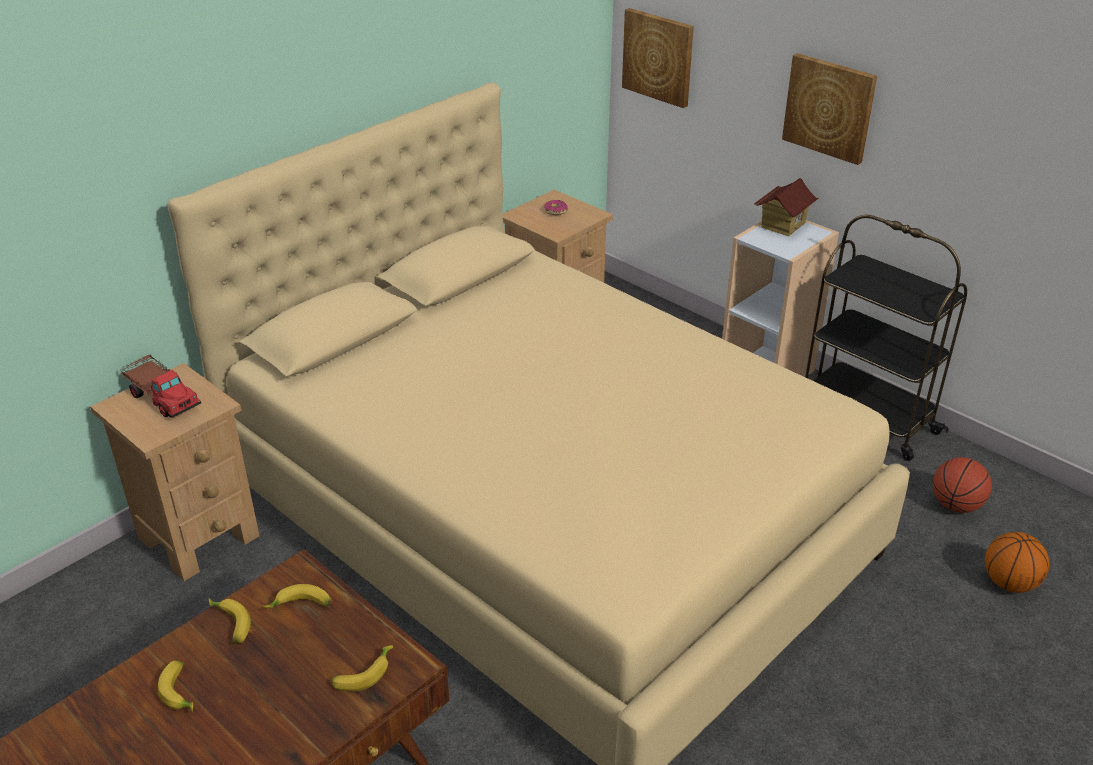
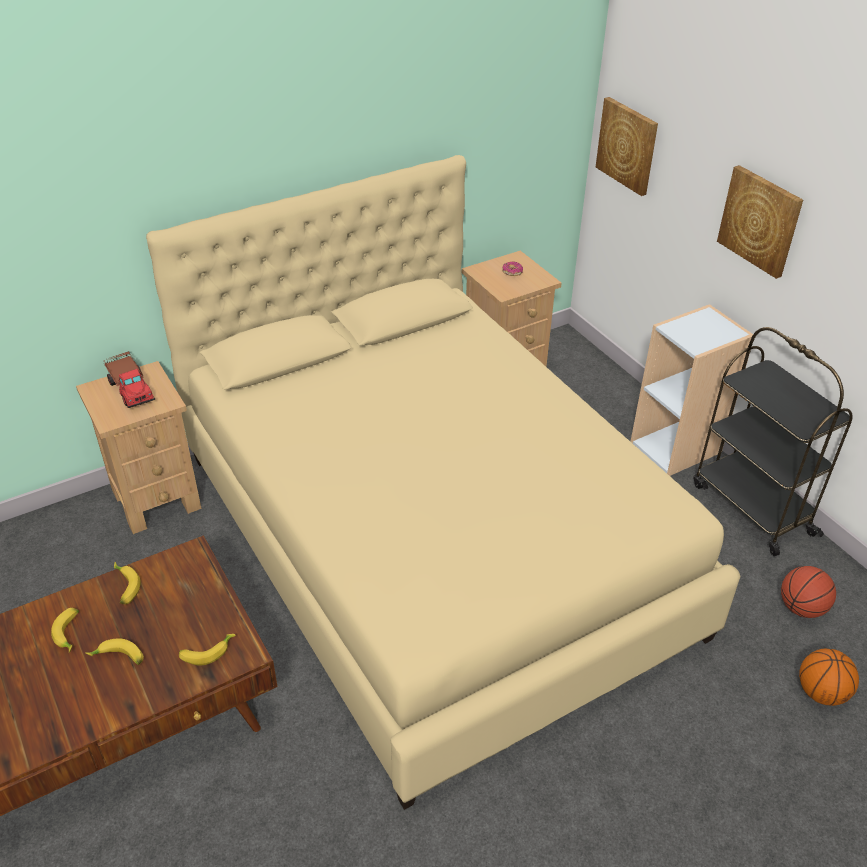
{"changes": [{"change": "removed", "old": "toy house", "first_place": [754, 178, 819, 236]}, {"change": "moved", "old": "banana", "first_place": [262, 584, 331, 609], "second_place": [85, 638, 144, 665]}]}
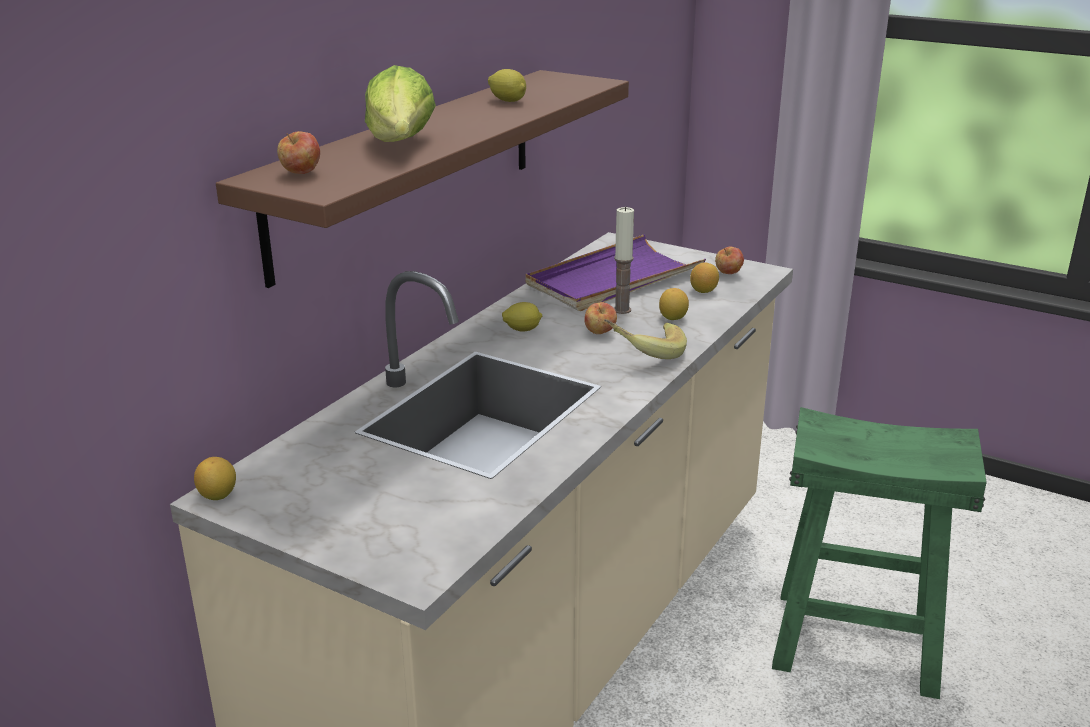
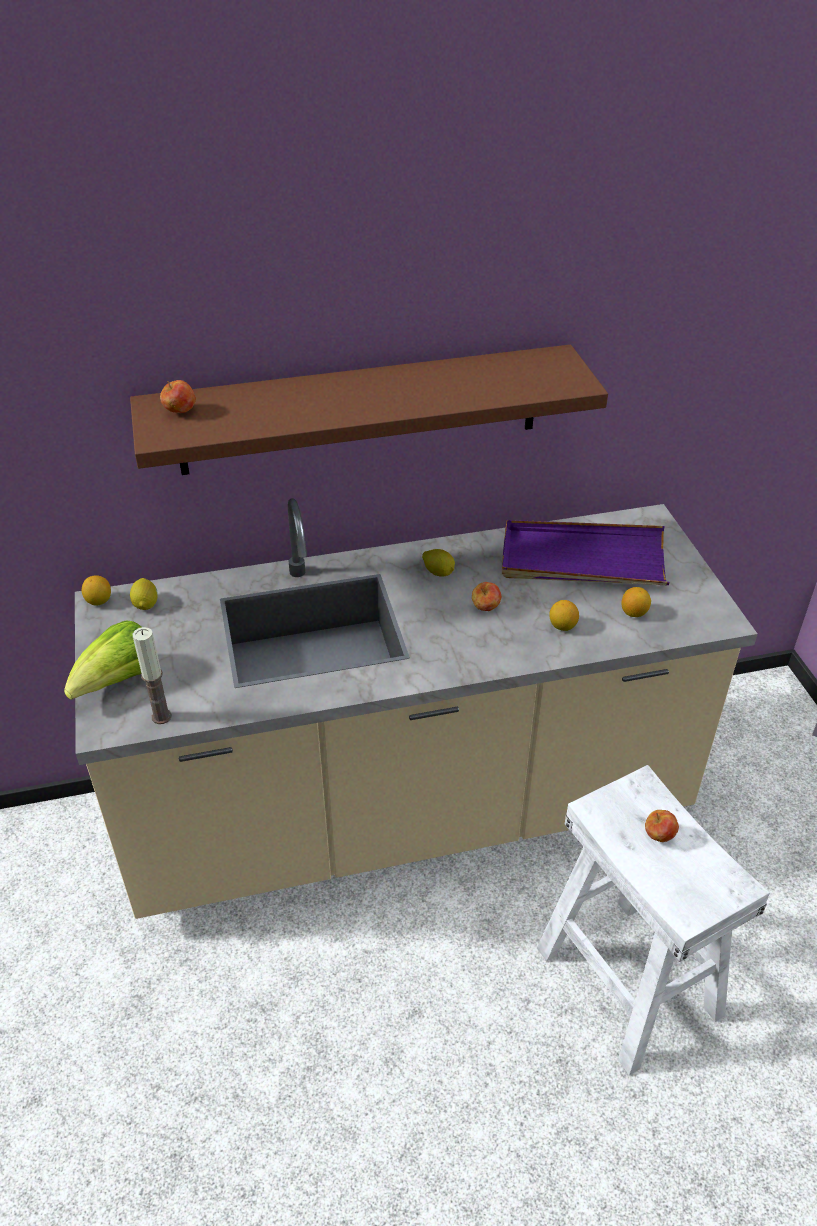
{"changes": [{"change": "removed", "old": "banana", "first_place": [604, 319, 687, 359]}, {"change": "moved", "old": "lettuce", "first_place": [365, 65, 436, 142], "second_place": [64, 621, 141, 700]}, {"change": "moved", "old": "lemon", "first_place": [488, 69, 526, 102], "second_place": [130, 578, 158, 610]}, {"change": "moved", "old": "candle", "first_place": [614, 206, 634, 314], "second_place": [133, 627, 172, 724]}, {"change": "moved", "old": "apple", "first_place": [715, 247, 744, 274], "second_place": [645, 810, 679, 842]}, {"change": "recoloured", "old": "green stool", "new": "white stool", "first_place": [772, 407, 987, 699], "second_place": [537, 765, 770, 1076]}]}
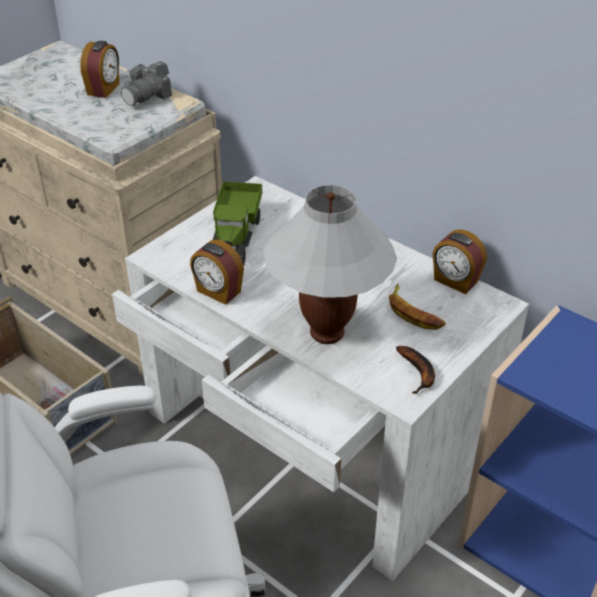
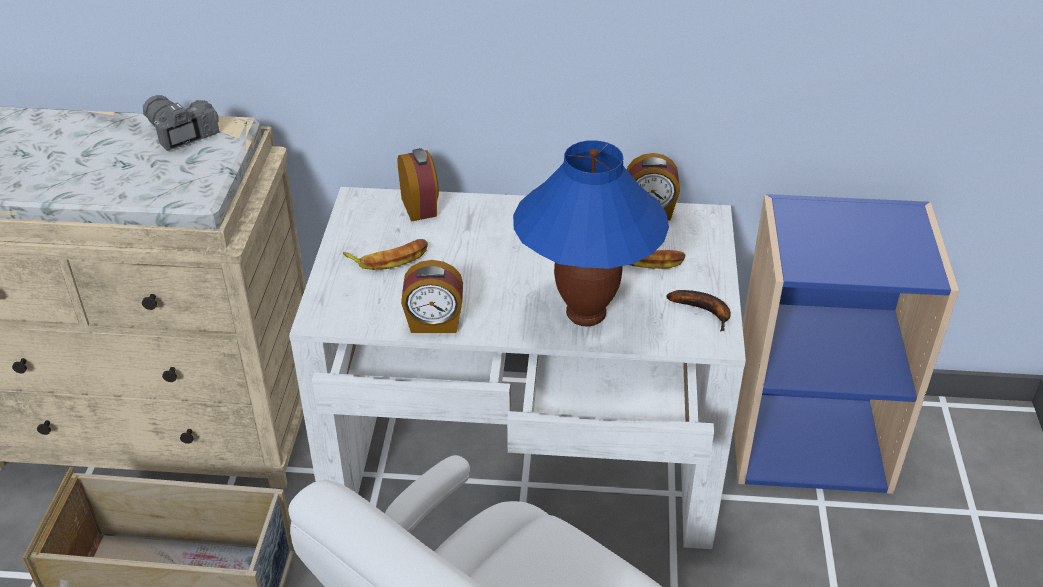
{"changes": [{"change": "moved", "old": "alarm clock", "first_place": [80, 41, 120, 98], "second_place": [398, 148, 439, 222]}, {"change": "replaced", "old": "toy truck", "new": "banana", "first_place": [213, 181, 262, 266], "second_place": [343, 239, 428, 270]}, {"change": "recoloured", "old": "white table lamp", "new": "blue table lamp", "first_place": [263, 185, 397, 344], "second_place": [513, 140, 669, 326]}, {"change": "turned", "old": "photo camera", "first_place": [121, 61, 172, 106], "second_place": [143, 95, 220, 151], "degrees": 135}]}
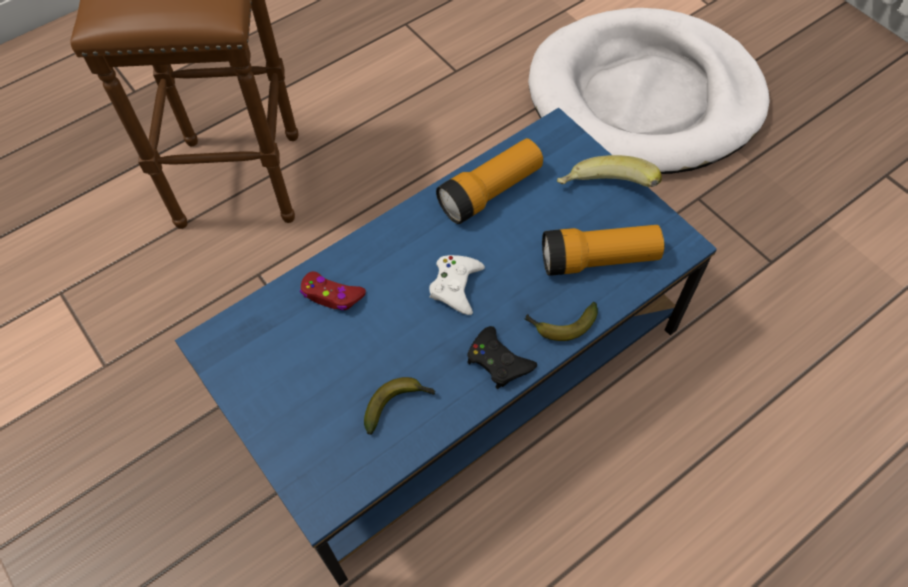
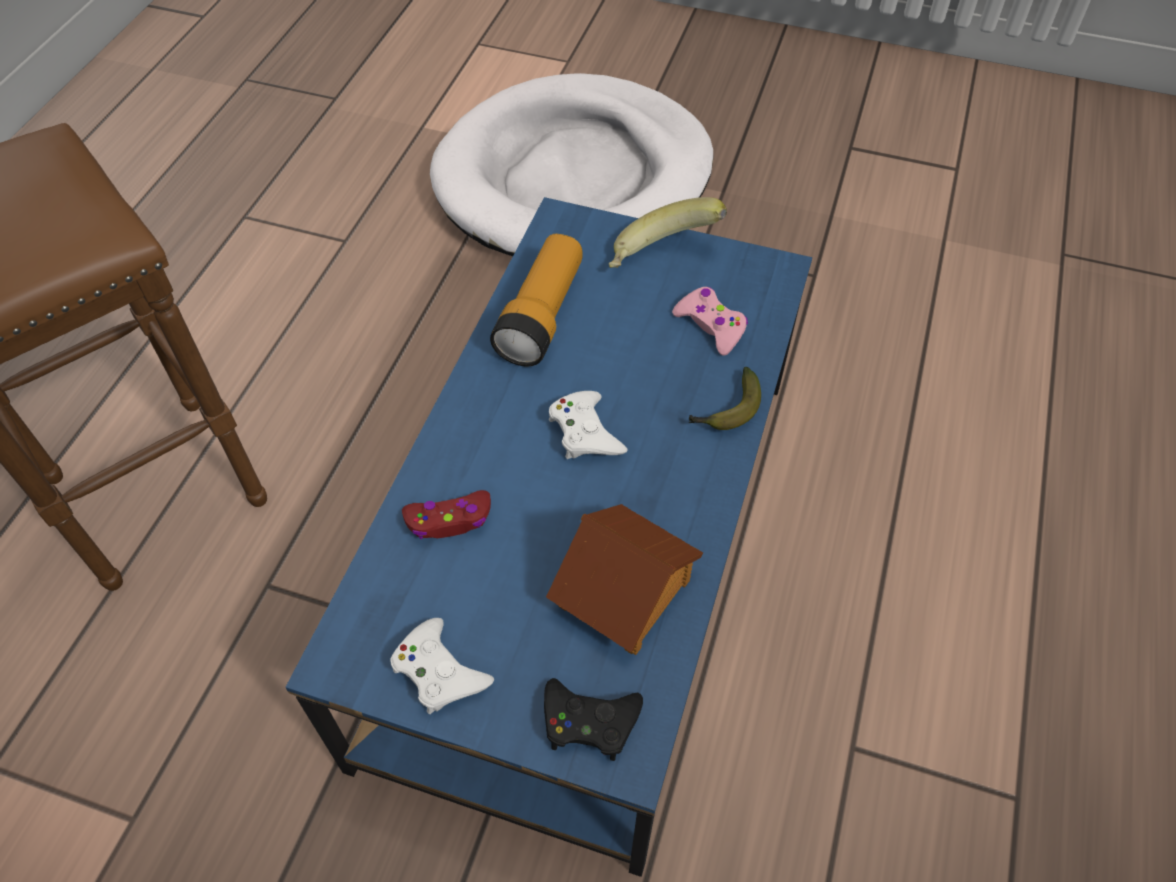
{"changes": [{"change": "added", "new": "white game controller", "second_place": [390, 618, 494, 714]}, {"change": "moved", "old": "black game controller", "first_place": [467, 326, 537, 389], "second_place": [544, 678, 643, 761]}, {"change": "replaced", "old": "banana", "new": "toy house", "first_place": [364, 377, 436, 435], "second_place": [546, 504, 703, 655]}, {"change": "replaced", "old": "flashlight", "new": "pink game controller", "first_place": [542, 225, 665, 276], "second_place": [672, 287, 748, 356]}]}
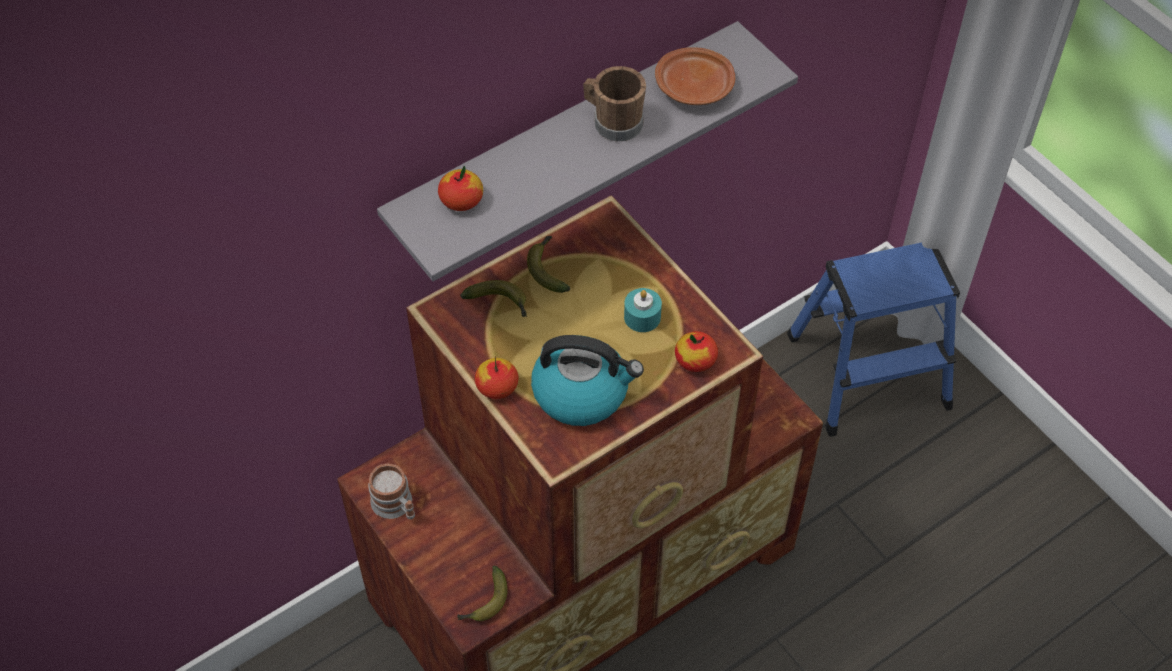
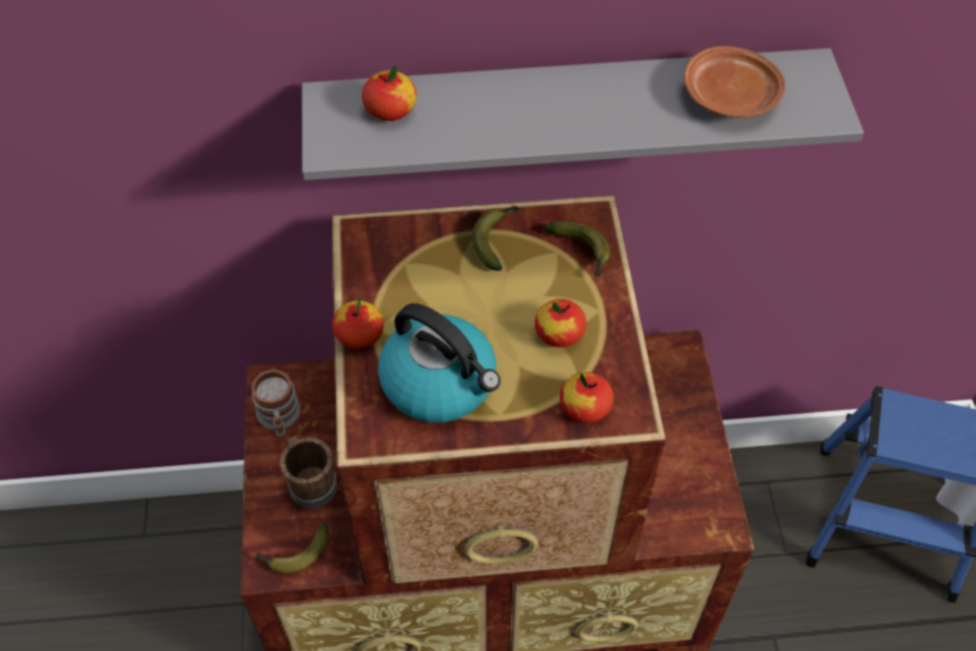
{"changes": [{"change": "moved", "old": "banana", "first_place": [460, 280, 527, 317], "second_place": [544, 221, 611, 277]}, {"change": "moved", "old": "brown mug", "first_place": [583, 66, 646, 141], "second_place": [280, 436, 337, 508]}, {"change": "replaced", "old": "turquoise candle", "new": "apple", "first_place": [624, 288, 662, 332], "second_place": [535, 299, 586, 347]}]}
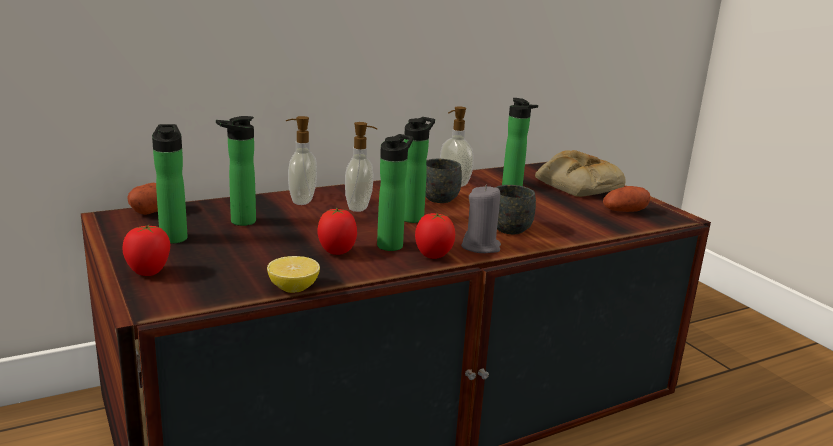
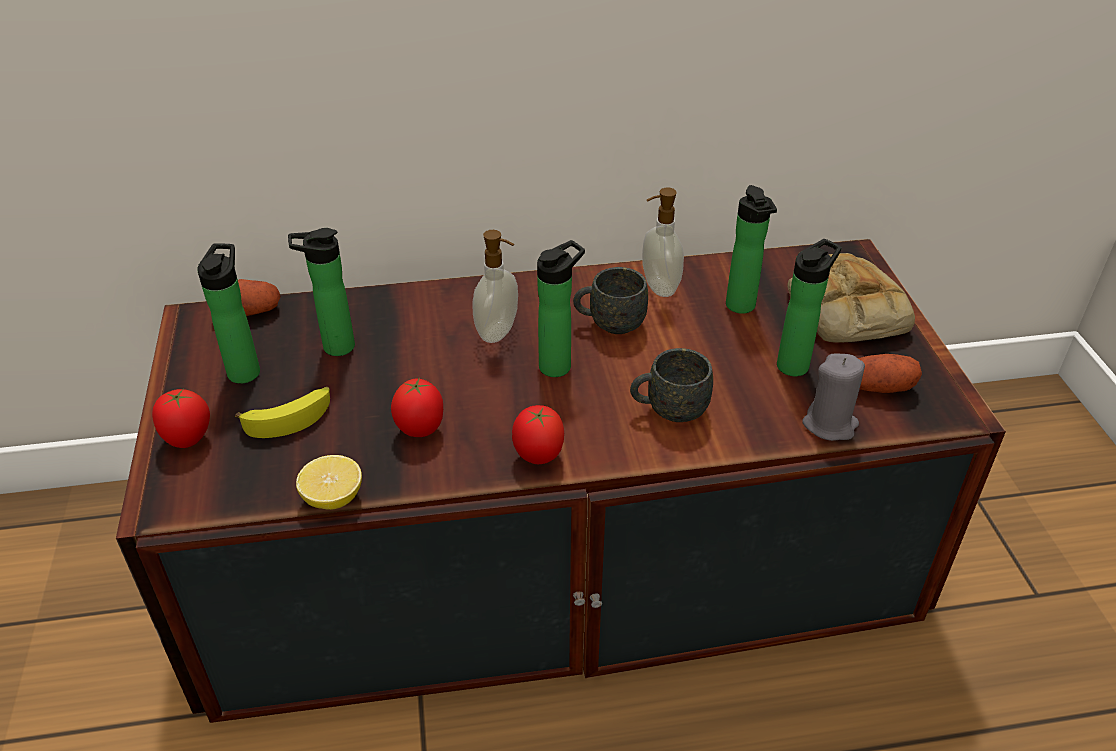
{"changes": [{"change": "removed", "old": "soap dispenser", "first_place": [286, 116, 317, 205]}, {"change": "added", "new": "banana", "second_place": [235, 387, 330, 438]}, {"change": "moved", "old": "bottle", "first_place": [377, 134, 413, 251], "second_place": [777, 239, 842, 376]}, {"change": "moved", "old": "grey candle", "first_place": [461, 185, 501, 253], "second_place": [802, 354, 865, 441]}]}
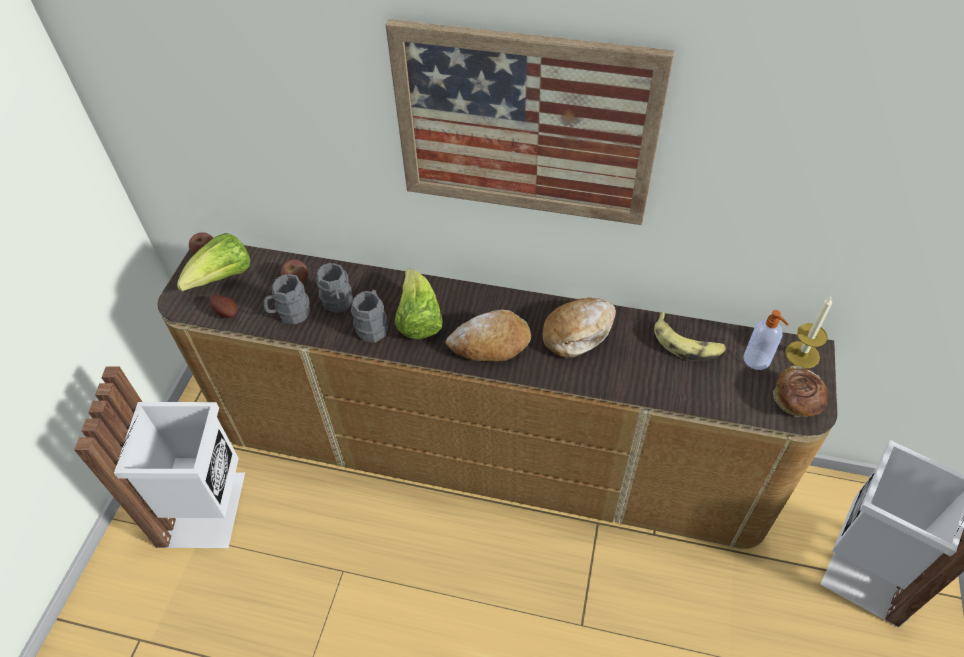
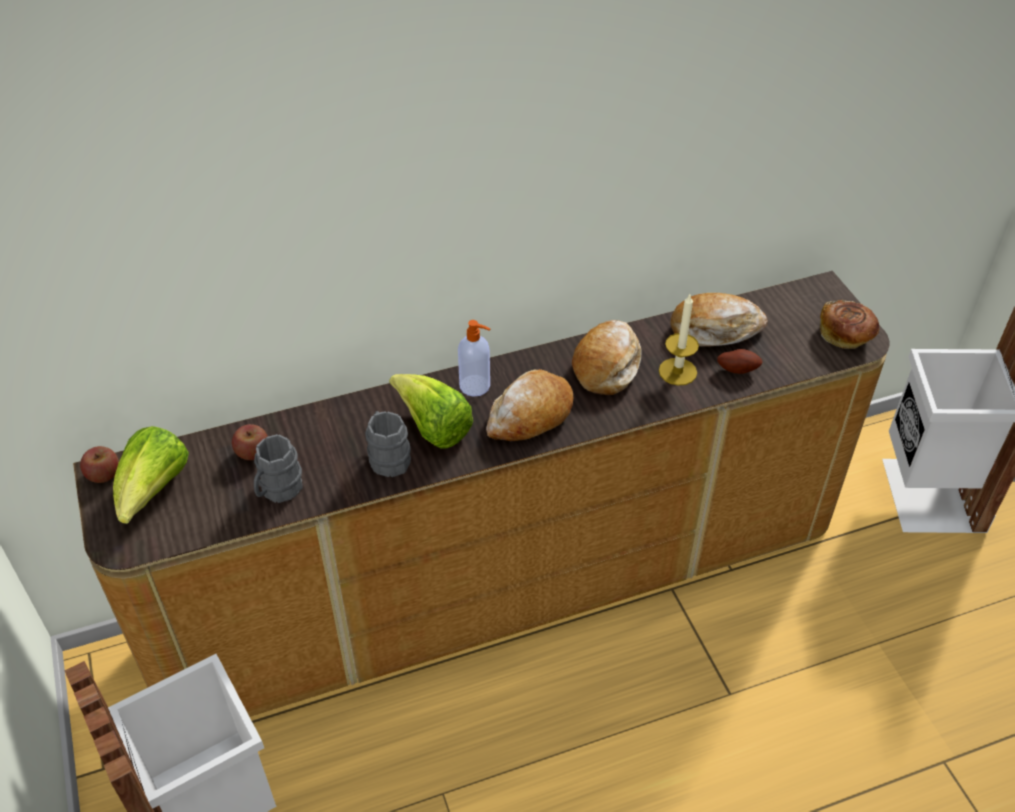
{"changes": [{"change": "removed", "old": "grey mug", "first_place": [316, 263, 353, 313]}, {"change": "removed", "old": "picture", "first_place": [386, 19, 674, 225]}, {"change": "moved", "old": "potato", "first_place": [210, 295, 237, 318], "second_place": [717, 349, 763, 374]}, {"change": "moved", "old": "soap dispenser", "first_place": [743, 310, 789, 370], "second_place": [458, 320, 490, 397]}, {"change": "moved", "old": "candle", "first_place": [785, 297, 832, 369], "second_place": [659, 295, 699, 386]}, {"change": "replaced", "old": "banana", "new": "bread", "first_place": [654, 312, 726, 361], "second_place": [671, 293, 768, 346]}]}
